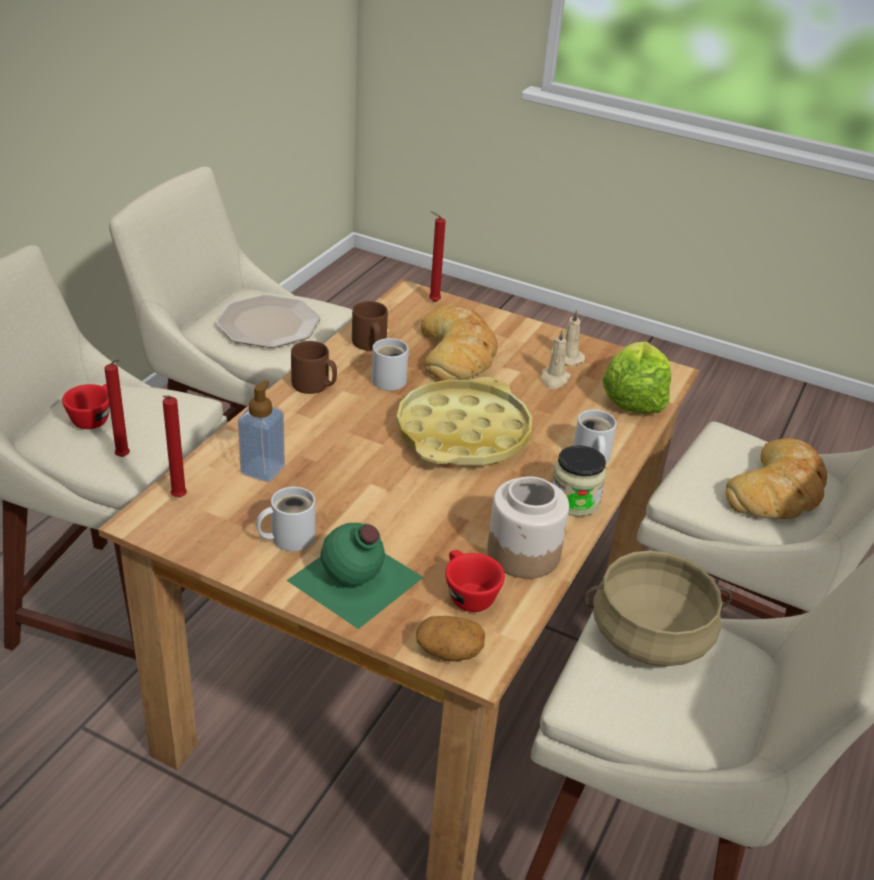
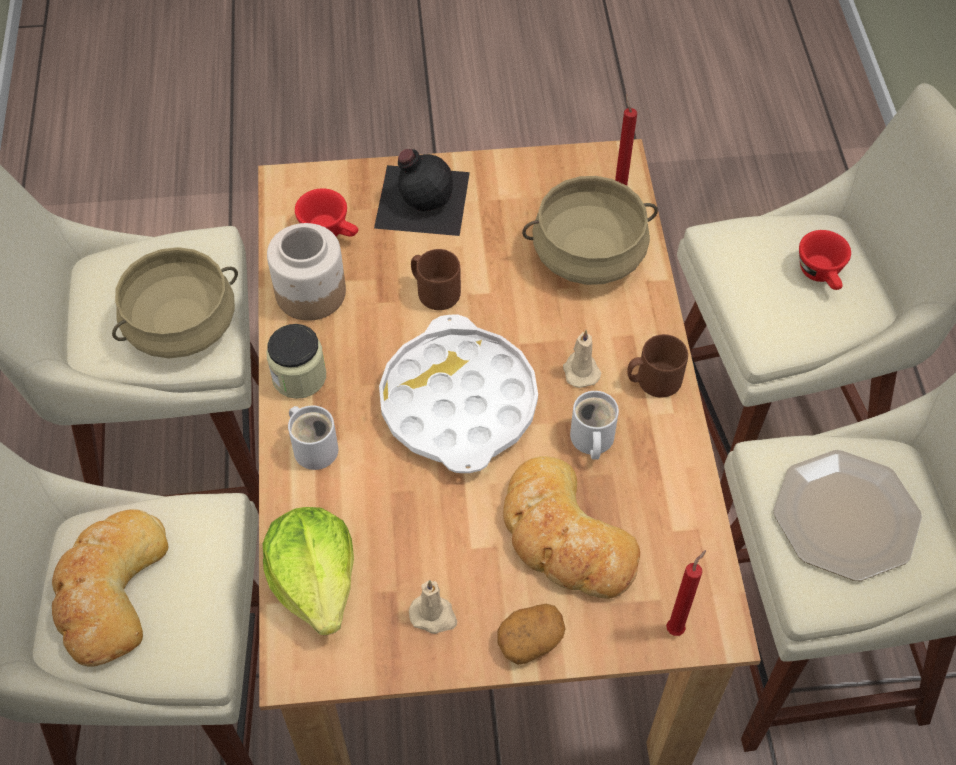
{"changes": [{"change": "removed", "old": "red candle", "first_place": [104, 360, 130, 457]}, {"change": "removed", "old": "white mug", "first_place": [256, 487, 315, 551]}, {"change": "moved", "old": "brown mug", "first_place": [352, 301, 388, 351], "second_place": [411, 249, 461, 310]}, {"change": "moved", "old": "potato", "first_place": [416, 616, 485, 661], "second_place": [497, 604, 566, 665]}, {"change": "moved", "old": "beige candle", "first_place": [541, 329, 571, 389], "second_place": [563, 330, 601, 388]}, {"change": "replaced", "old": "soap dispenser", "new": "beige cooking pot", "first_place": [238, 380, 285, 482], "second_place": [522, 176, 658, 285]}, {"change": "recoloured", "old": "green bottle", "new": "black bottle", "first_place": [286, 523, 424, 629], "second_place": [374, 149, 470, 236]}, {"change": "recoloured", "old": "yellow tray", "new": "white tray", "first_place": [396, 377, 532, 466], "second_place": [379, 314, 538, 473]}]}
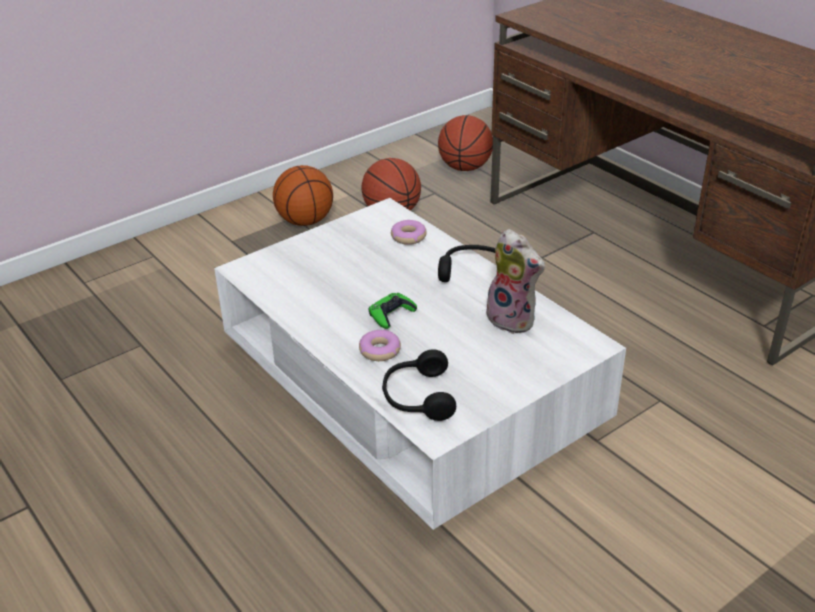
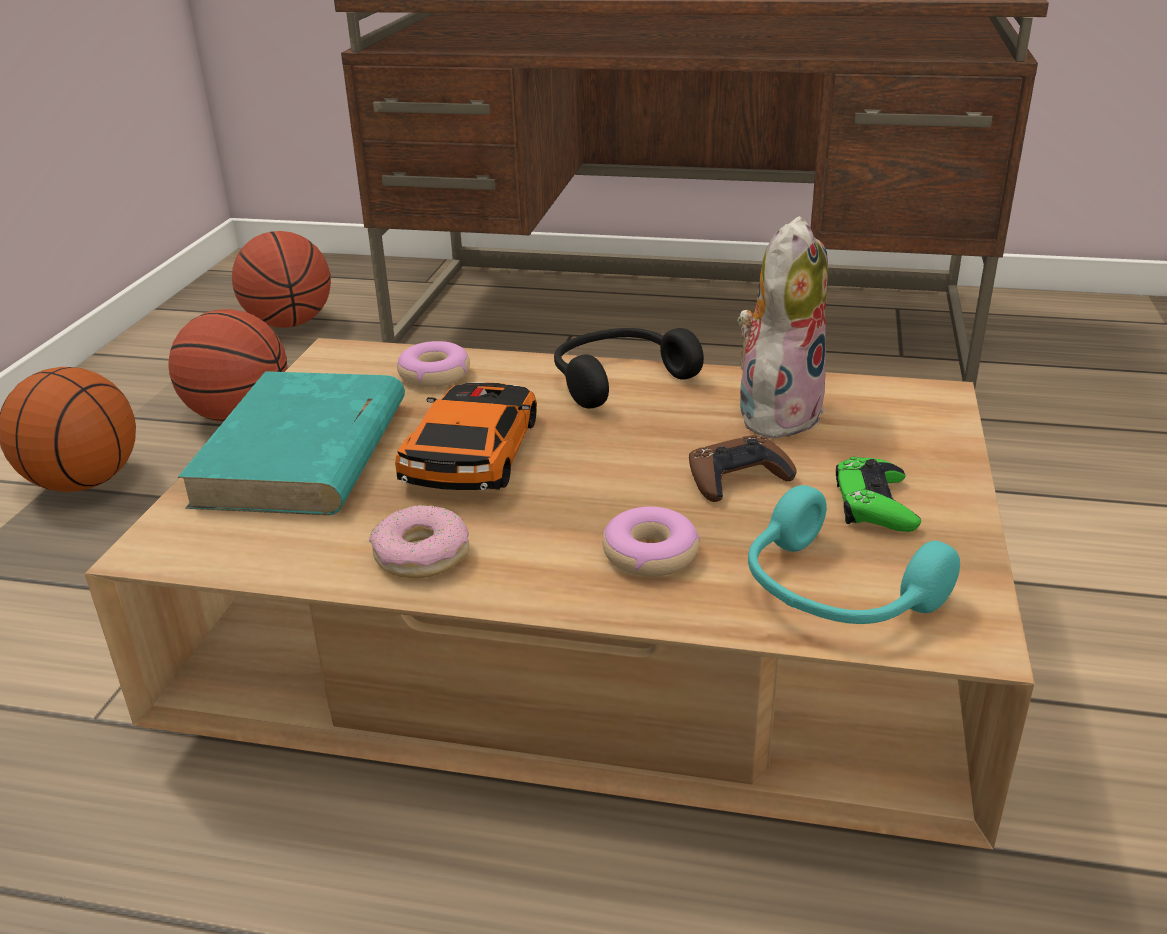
{"changes": [{"change": "added", "new": "turquoise book", "second_place": [177, 371, 405, 515]}, {"change": "added", "new": "donut", "second_place": [369, 505, 469, 578]}, {"change": "added", "new": "toy car", "second_place": [395, 382, 537, 490]}, {"change": "added", "new": "brown game controller", "second_place": [689, 435, 797, 502]}, {"change": "moved", "old": "green game controller", "first_place": [368, 293, 417, 329], "second_place": [836, 457, 921, 532]}, {"change": "recoloured", "old": "white coffee table", "new": "brown coffee table", "first_place": [214, 198, 626, 530], "second_place": [85, 338, 1035, 850]}, {"change": "recoloured", "old": "black headphones", "new": "turquoise headphones", "first_place": [382, 349, 456, 421], "second_place": [748, 485, 960, 624]}, {"change": "turned", "old": "plush toy", "first_place": [480, 229, 545, 334], "second_place": [737, 216, 828, 441], "degrees": -60}]}
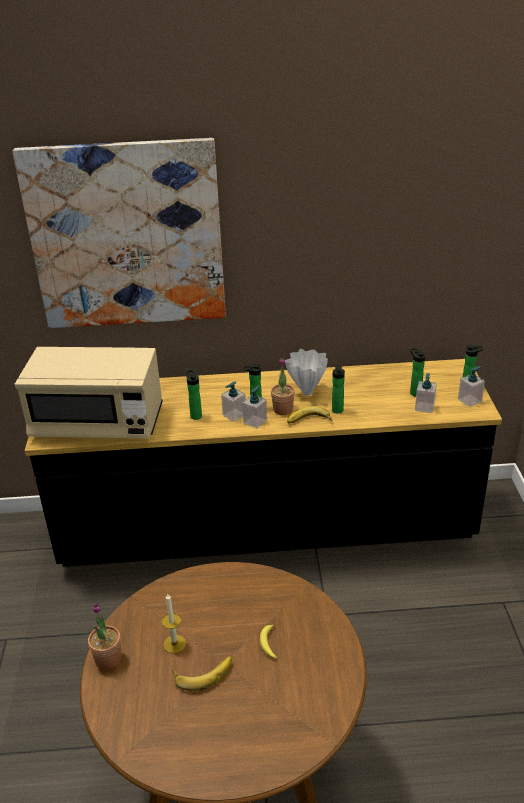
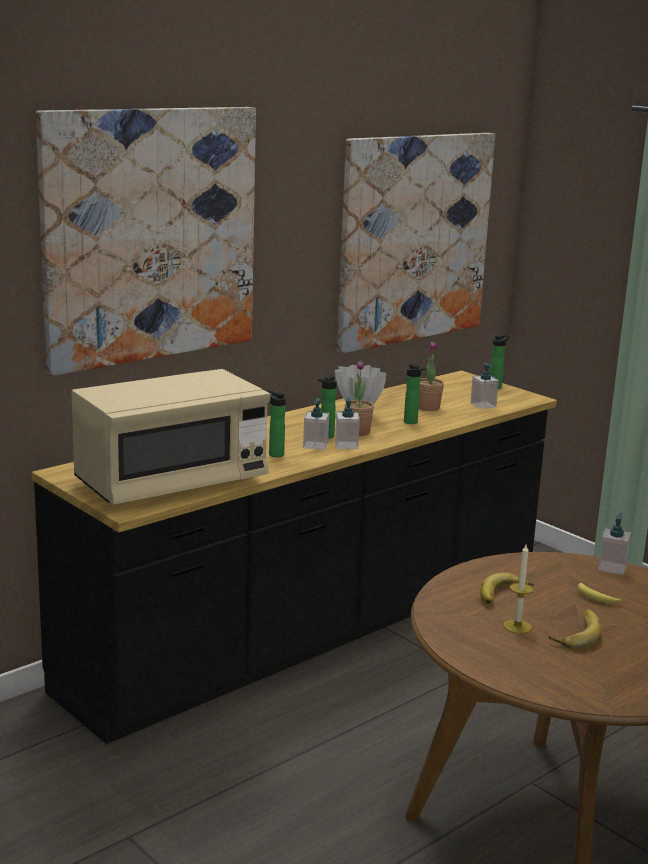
{"changes": [{"change": "removed", "old": "bottle", "first_place": [410, 348, 425, 396]}, {"change": "added", "new": "picture", "second_place": [337, 133, 495, 353]}, {"change": "moved", "old": "potted plant", "first_place": [88, 603, 122, 669], "second_place": [419, 342, 444, 411]}, {"change": "moved", "old": "banana", "first_place": [287, 406, 332, 423], "second_place": [480, 572, 534, 604]}, {"change": "moved", "old": "soap dispenser", "first_place": [458, 366, 485, 407], "second_place": [598, 512, 631, 575]}]}
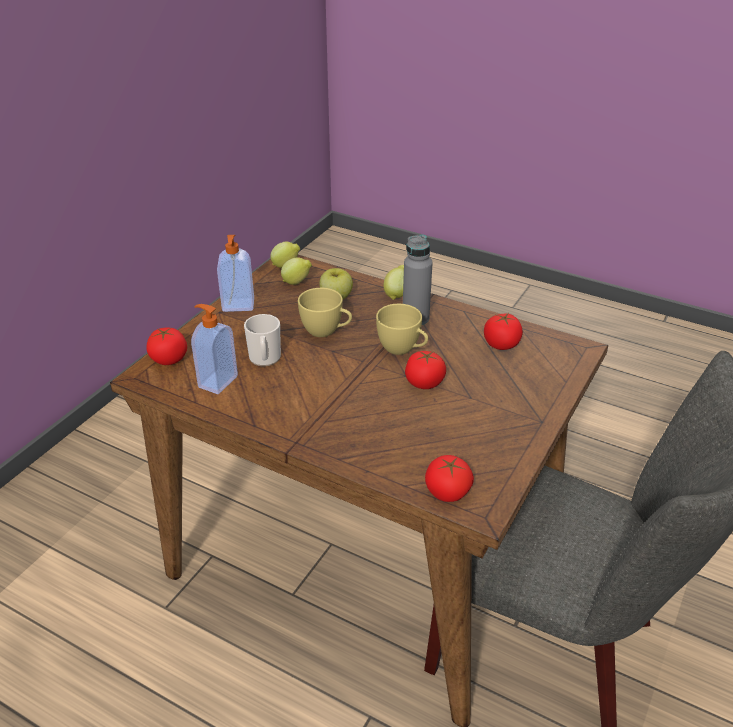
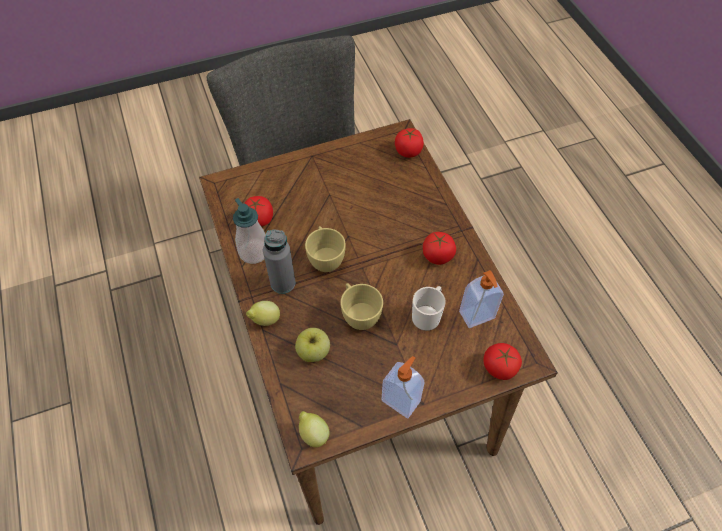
{"changes": [{"change": "removed", "old": "lemon", "first_place": [281, 257, 312, 285]}, {"change": "added", "new": "soap dispenser", "second_place": [233, 198, 266, 264]}, {"change": "moved", "old": "tomato", "first_place": [405, 351, 446, 389], "second_place": [423, 232, 456, 265]}]}
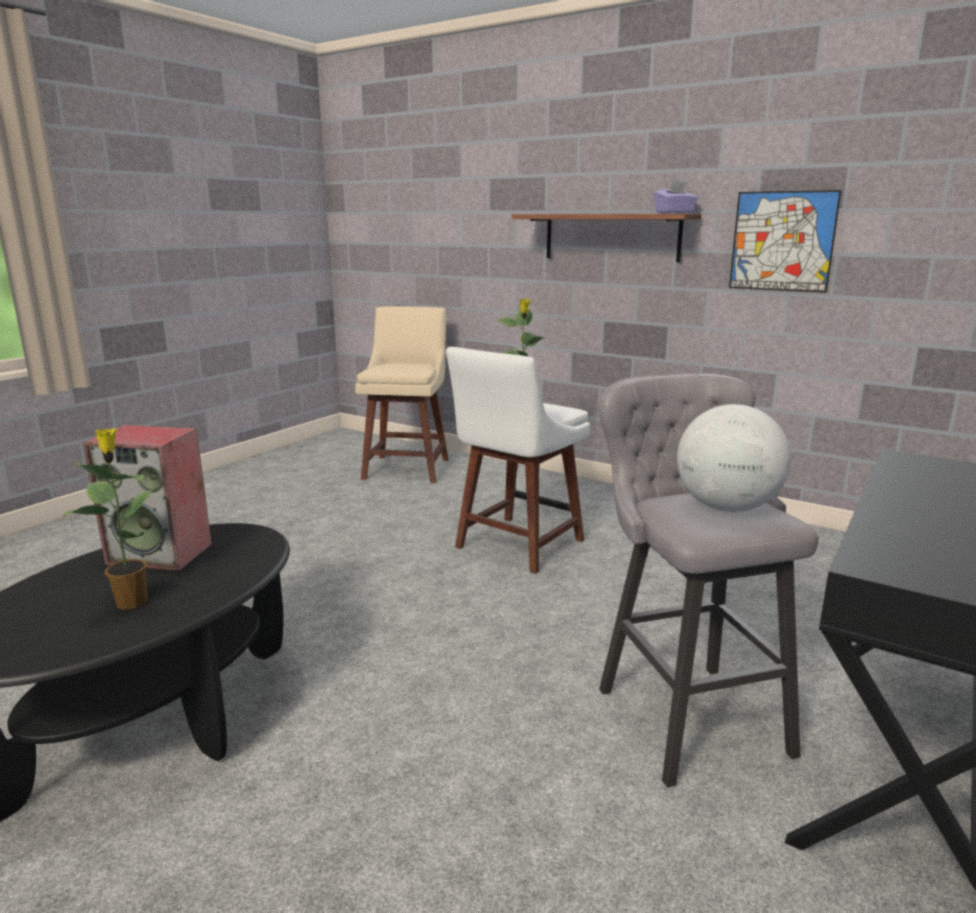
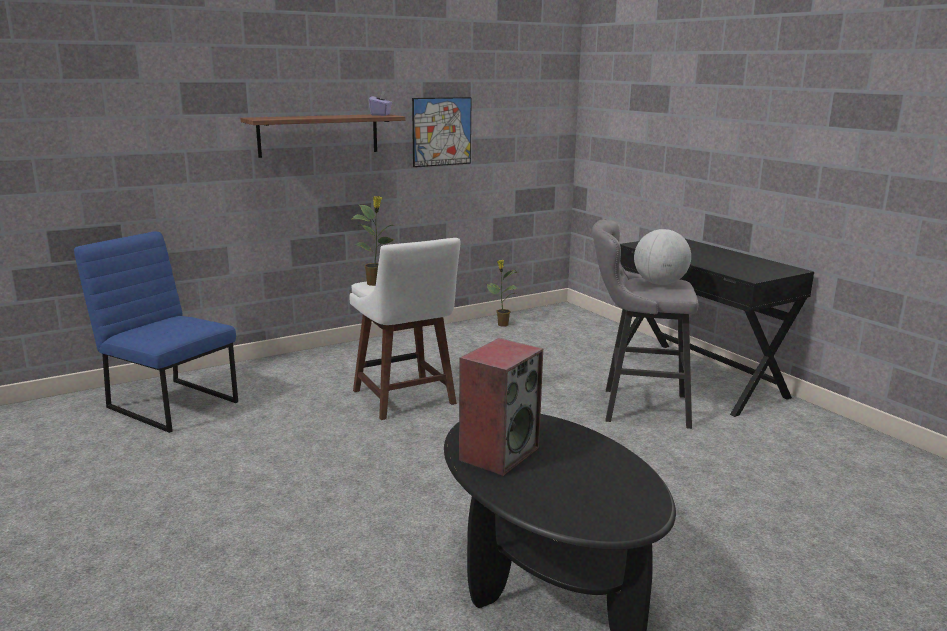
{"changes": [{"change": "moved", "old": "potted plant", "first_place": [62, 428, 161, 610], "second_place": [487, 260, 518, 327]}, {"change": "replaced", "old": "beige stool", "new": "blue chair", "first_place": [355, 306, 449, 483], "second_place": [74, 232, 238, 433]}]}
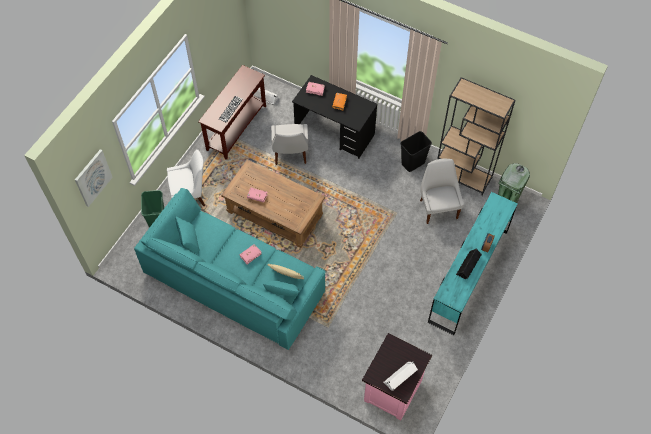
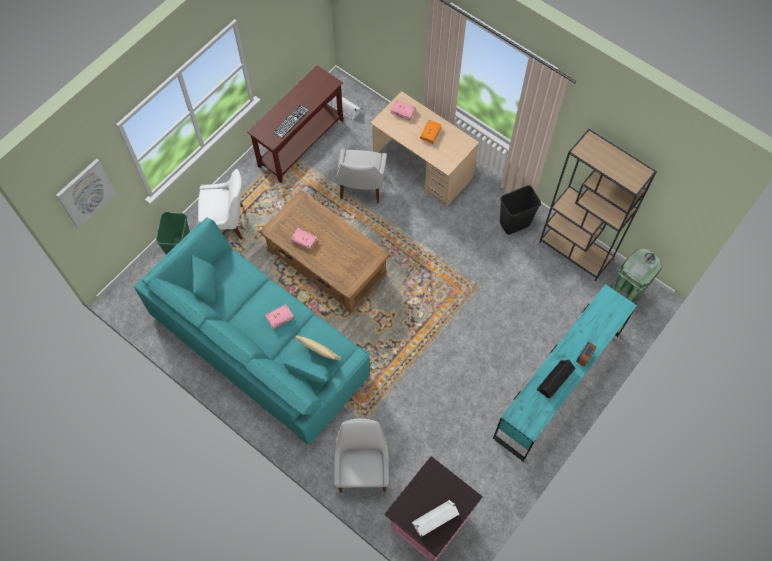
{"changes": [{"change": "moved", "old": "white chair", "first_place": [420, 159, 464, 224], "second_place": [334, 418, 389, 493]}, {"change": "recoloured", "old": "black desk", "new": "beige desk", "first_place": [292, 75, 378, 159], "second_place": [370, 91, 479, 207]}]}
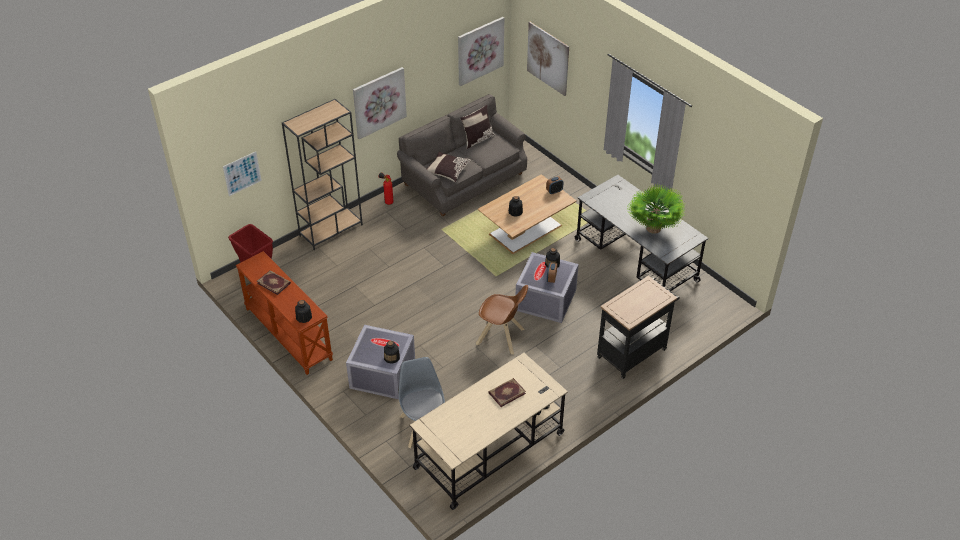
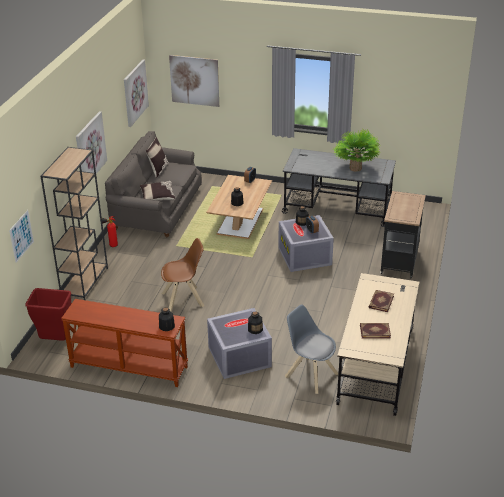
{"changes": [{"change": "moved", "old": "book", "first_place": [257, 271, 291, 295], "second_place": [360, 323, 391, 339]}, {"change": "moved", "old": "brown chair", "first_place": [476, 285, 528, 355], "second_place": [161, 238, 204, 312]}]}
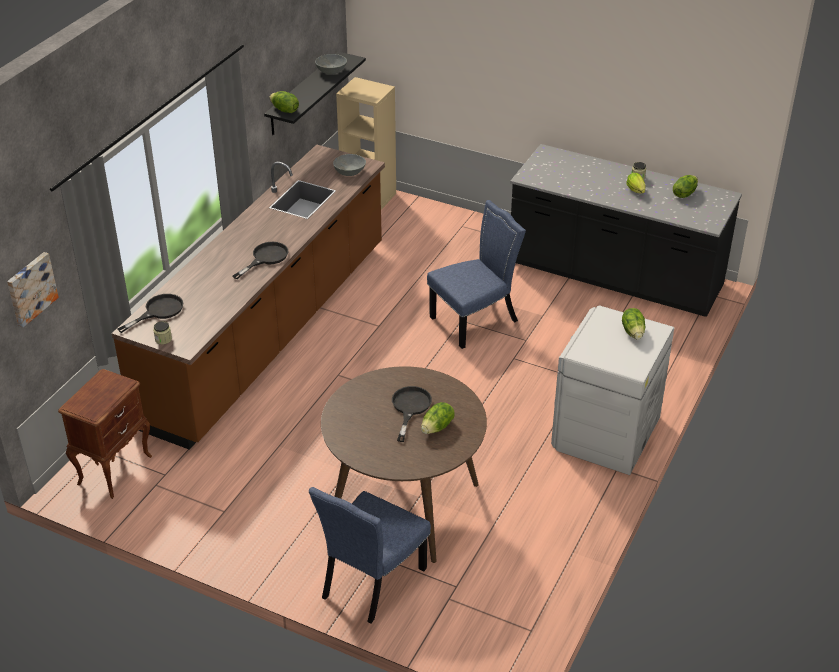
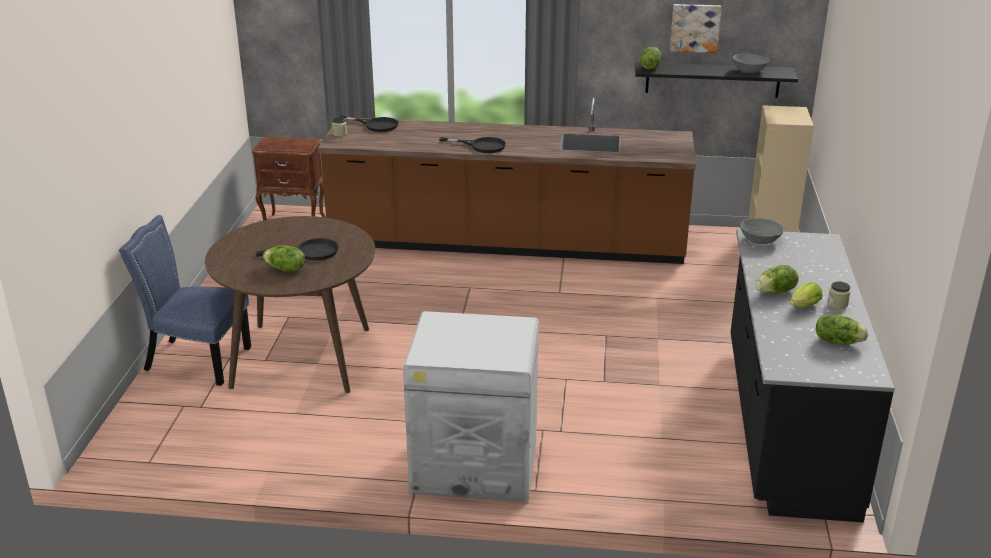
{"changes": [{"change": "removed", "old": "blue chair", "first_place": [427, 200, 526, 349]}, {"change": "moved", "old": "picture", "first_place": [7, 252, 59, 328], "second_place": [670, 4, 721, 53]}, {"change": "moved", "old": "grey bowl", "first_place": [333, 154, 366, 176], "second_place": [740, 218, 784, 244]}, {"change": "moved", "old": "lettuce", "first_place": [622, 308, 645, 339], "second_place": [755, 265, 799, 294]}]}
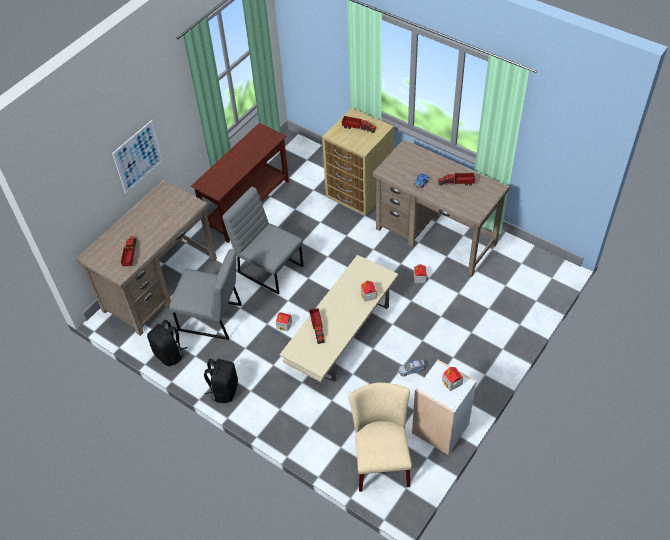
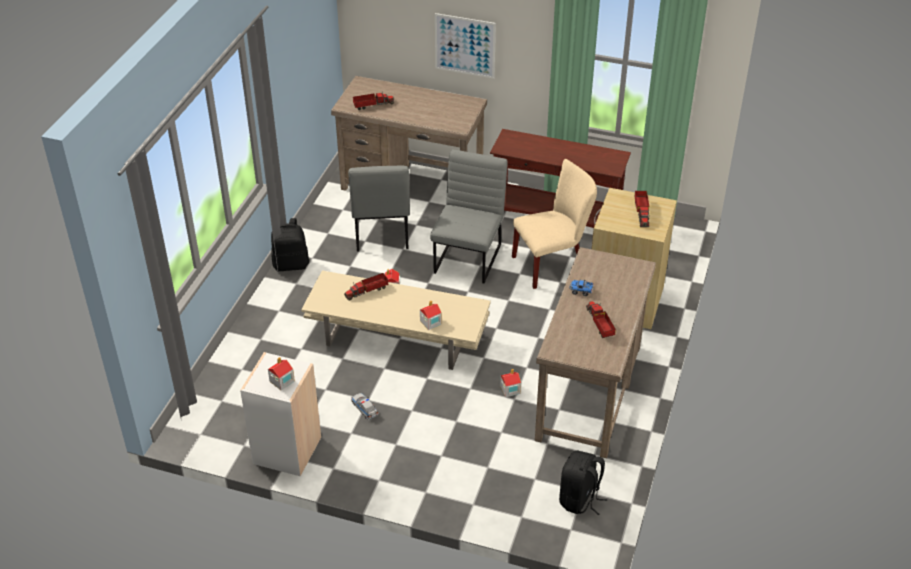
{"changes": [{"change": "moved", "old": "black backpack", "first_place": [147, 320, 188, 366], "second_place": [559, 451, 607, 515]}, {"change": "moved", "old": "beige chair", "first_place": [348, 383, 412, 492], "second_place": [512, 159, 597, 289]}]}
